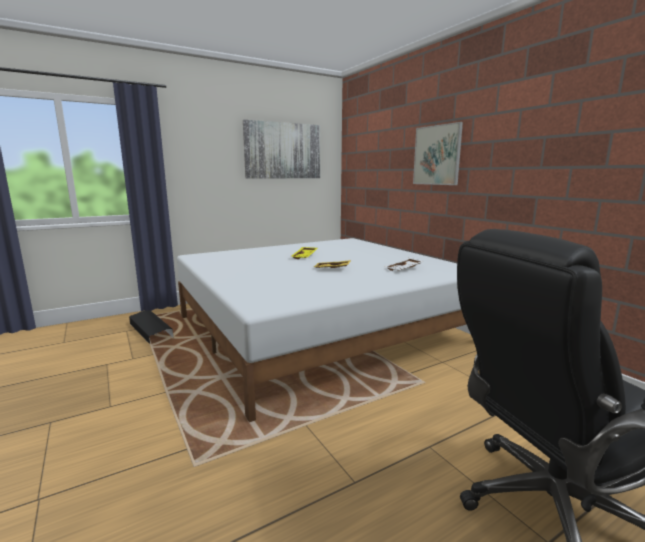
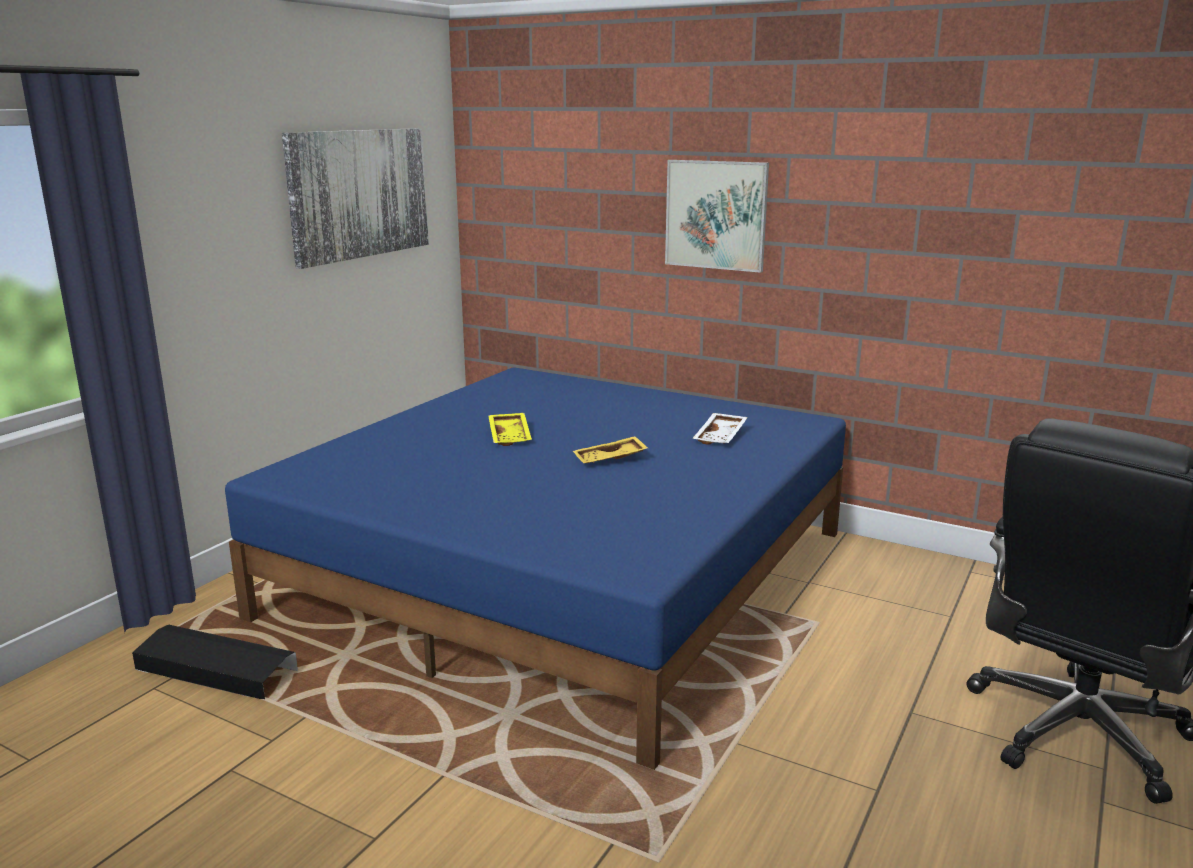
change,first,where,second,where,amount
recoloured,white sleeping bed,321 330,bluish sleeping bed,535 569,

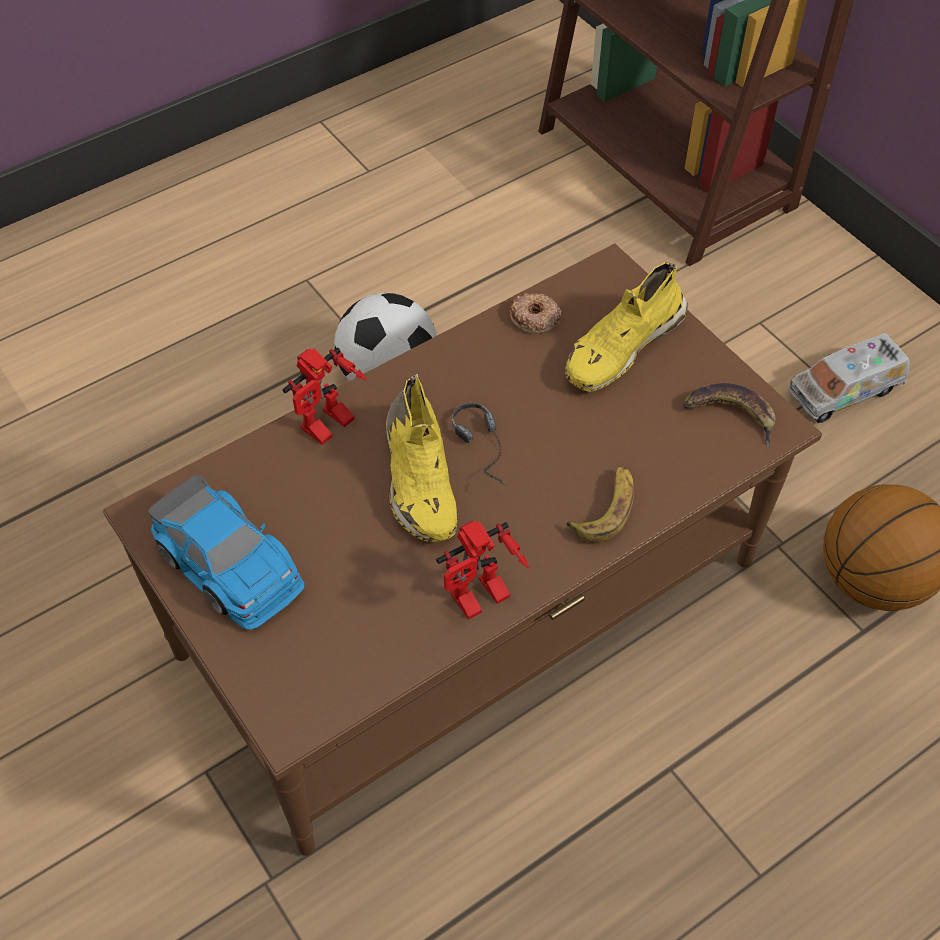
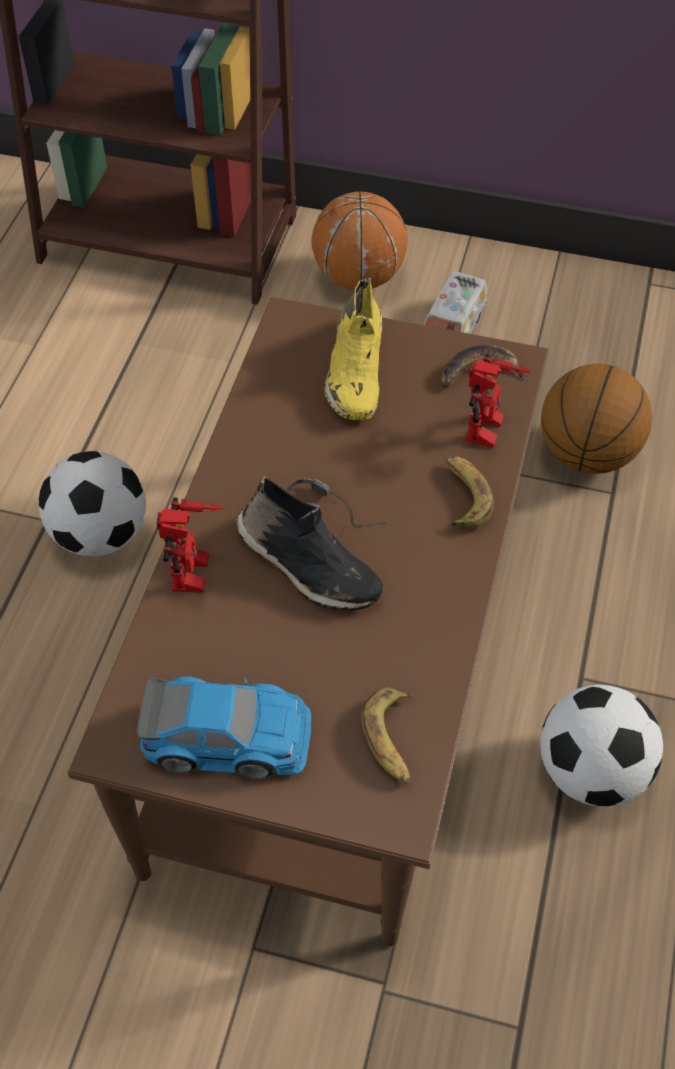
change,first,where,second,where,amount
recoloured,yellow-coloured shoe,421 458,black-coloured shoe,309 543,
added,,,ball for basketball,359 240,
added,,,whole banana,387 735,
moved,toy robot,482 570,,498 401,
added,,,football,601 746,
removed,doughnut,536 313,,,

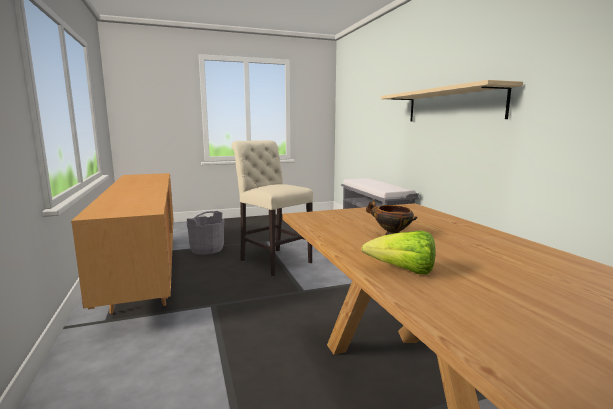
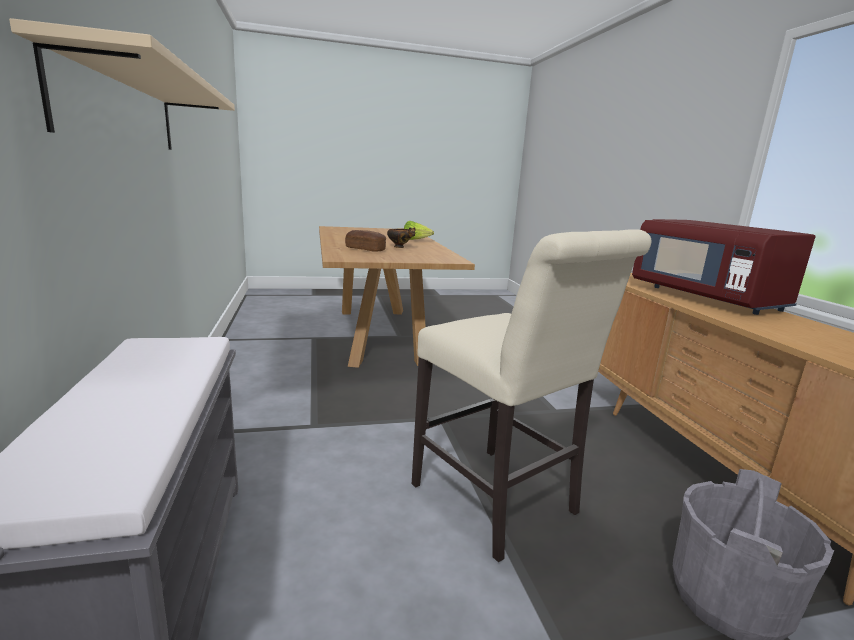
change,first,where,second,where,amount
added,,,bakery bread,365 241,
added,,,reddish kitchen microwave,724 267,

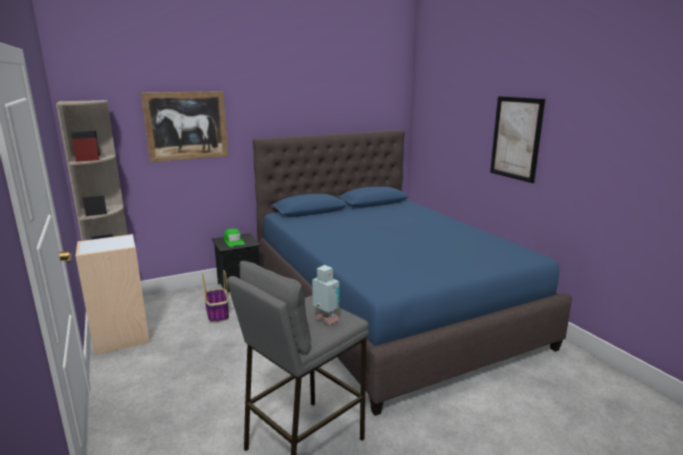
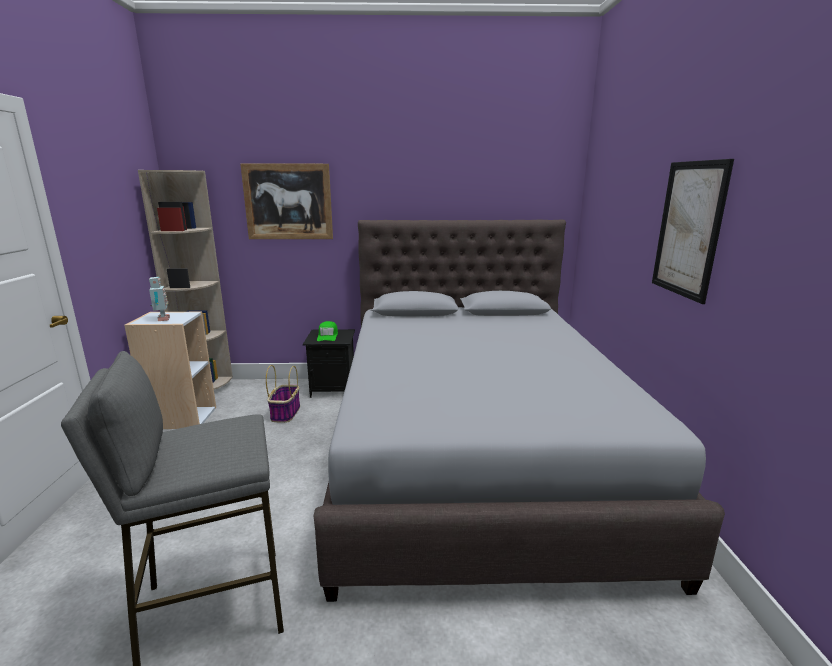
change,first,where,second,where,amount
moved,toy robot,325 295,,159 299,
recoloured,bluish sleeping bed,412 273,gray sleeping bed,519 411,

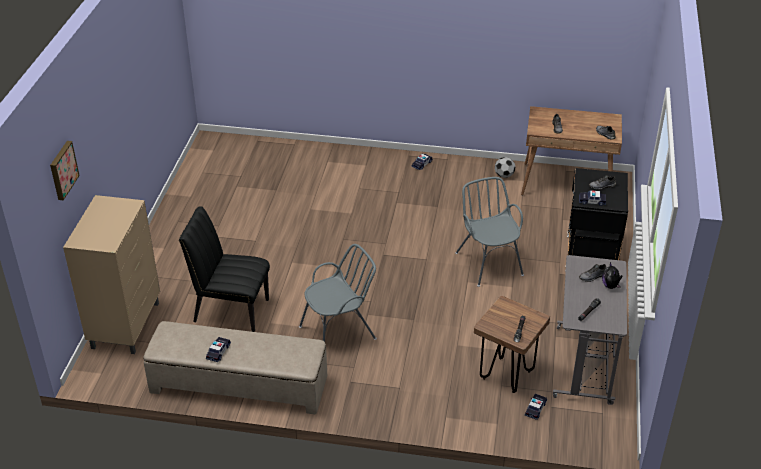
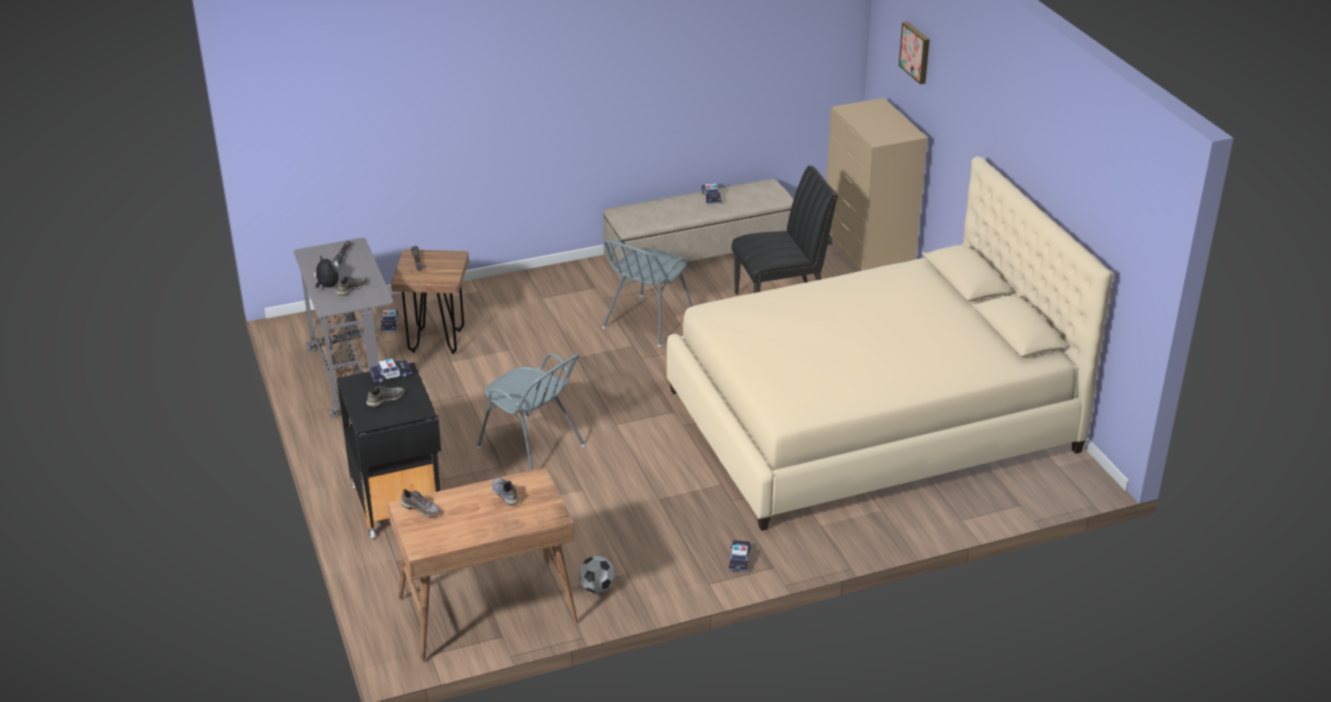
change,first,where,second,where,amount
added,,,beige sleeping bed,890 344,

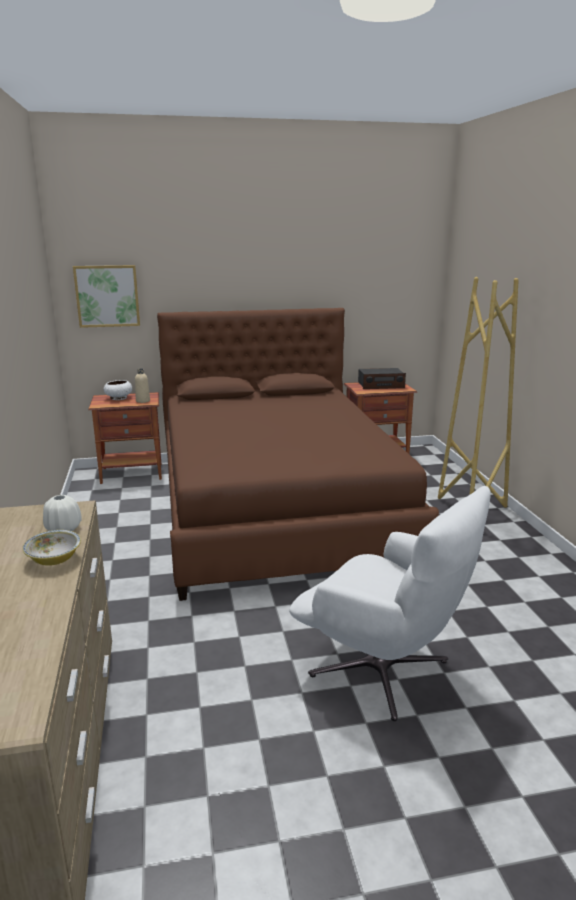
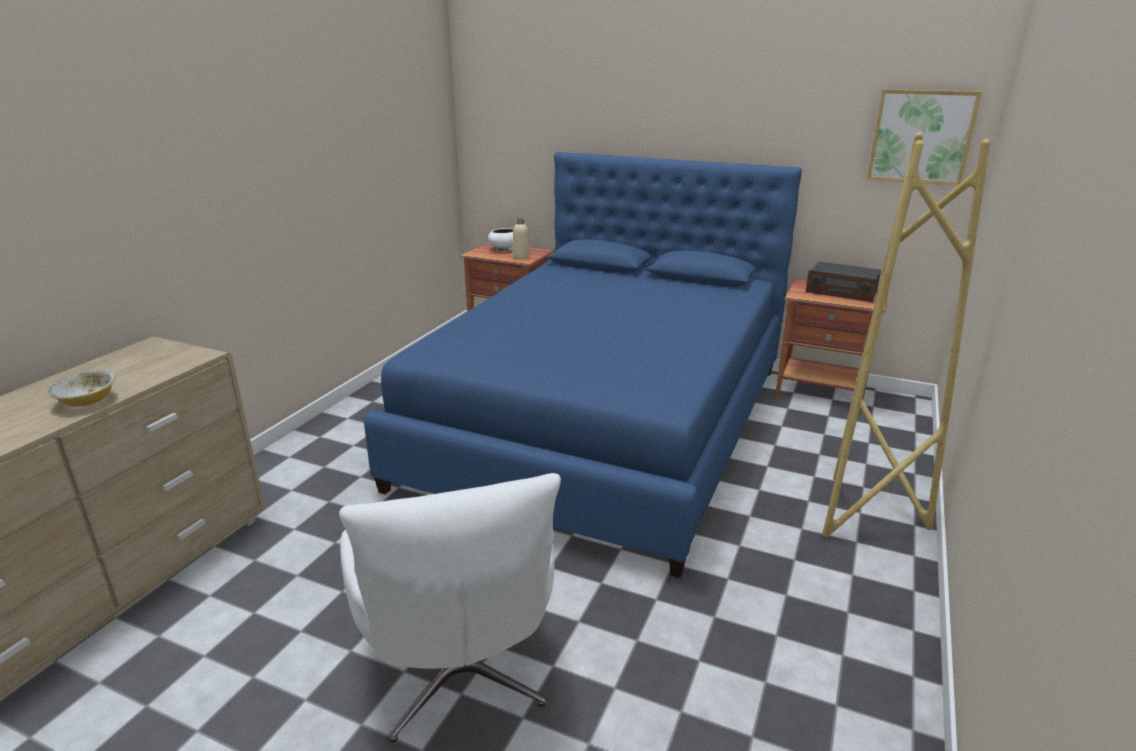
change,first,where,second,where,amount
recoloured,brown-coloured sleeping bed,298 454,bluish sleeping bed,582 365,
moved,wall art,106 296,,924 137,
removed,white decorative vase,62 513,,,

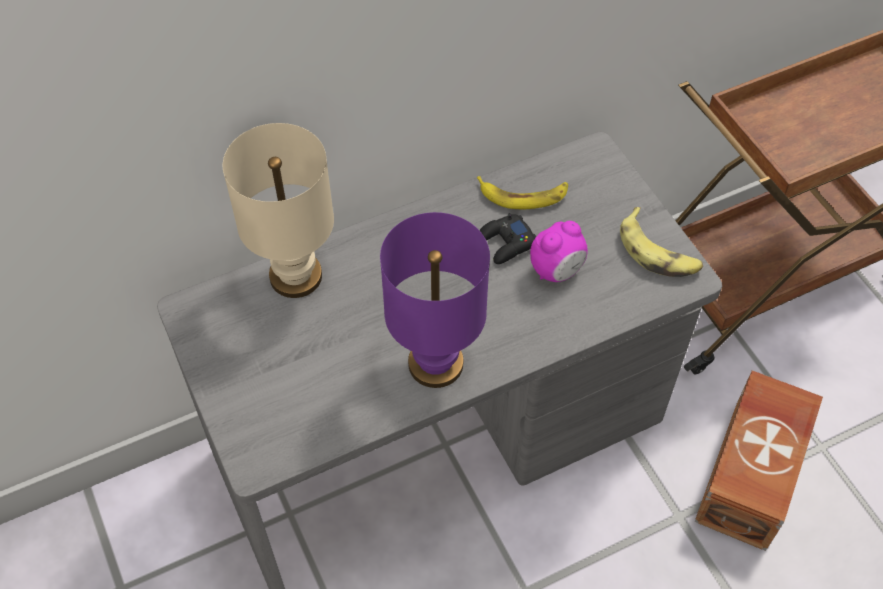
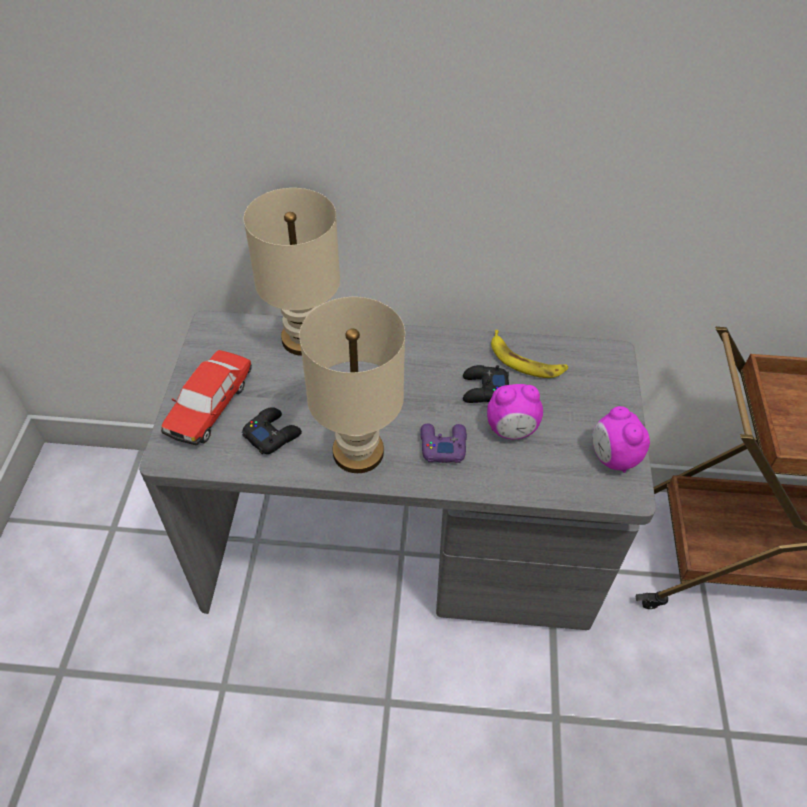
change,first,where,second,where,amount
added,,,toy car,206 397,
added,,,black-coloured gamepad,272 430,
recoloured,purple tabletop lamp,435 300,beige tabletop lamp,352 385,
added,,,purple gamepad,444 443,
replaced,whole banana,661 242,alarm clock,621 439,
removed,brown-coloured storage container,759 460,,,

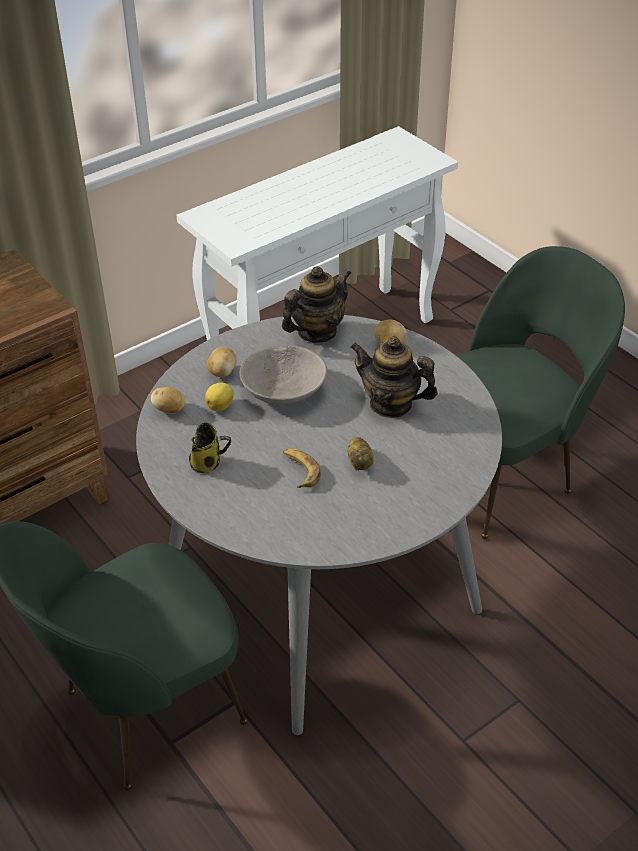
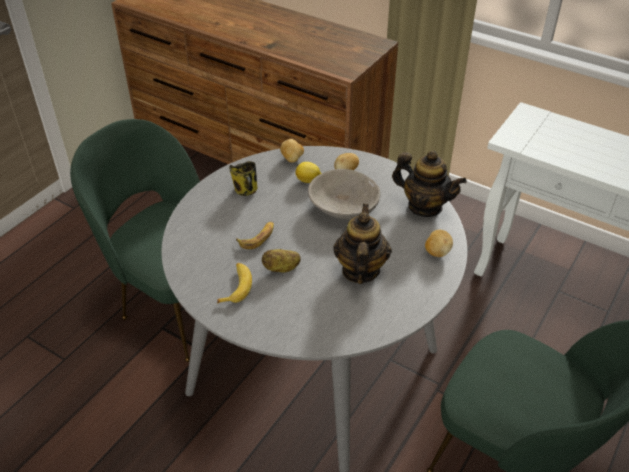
change,first,where,second,where,amount
added,,,whole banana,234 283,

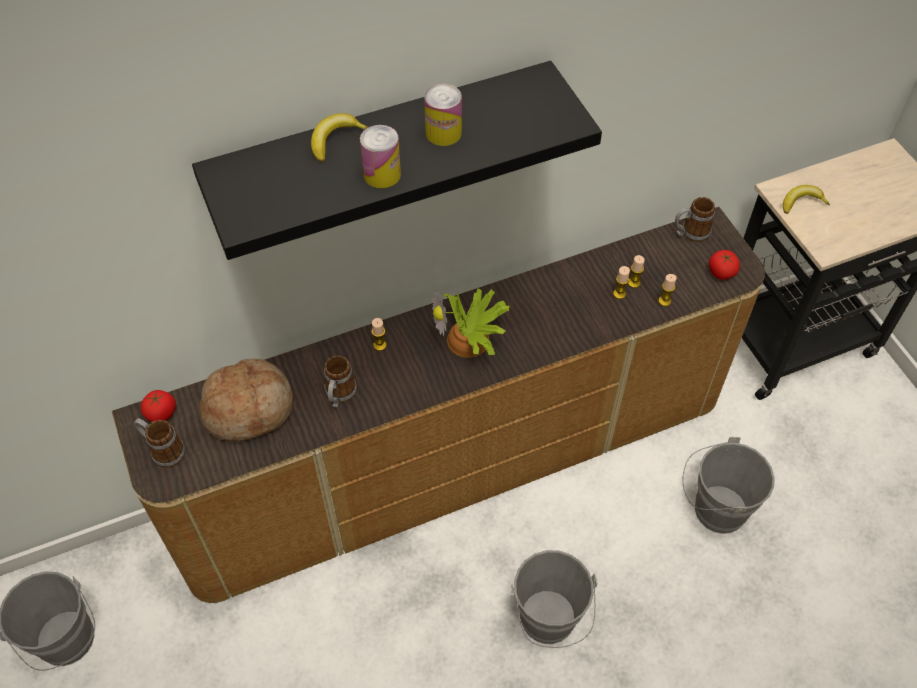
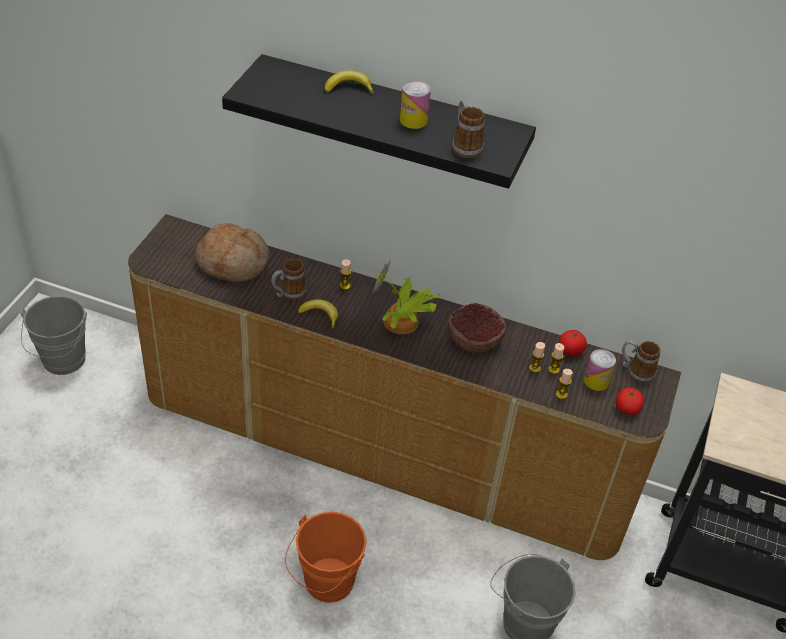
change,first,where,second,where,amount
recoloured,gray pail,554 599,orangey pail,326 557,
moved,whole banana,806 199,,318 313,
added,,,serving bowl,477 328,
moved,tea mug,159 443,,468 129,
moved,tomato,158 406,,573 343,
moved,metal can,380 156,,600 370,

